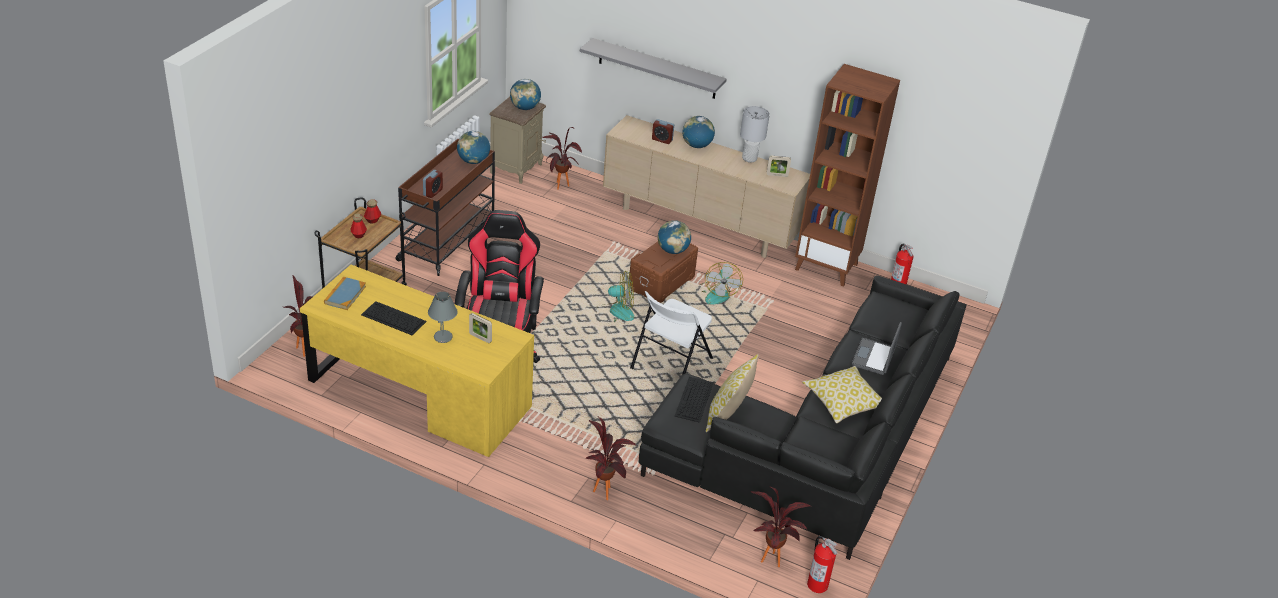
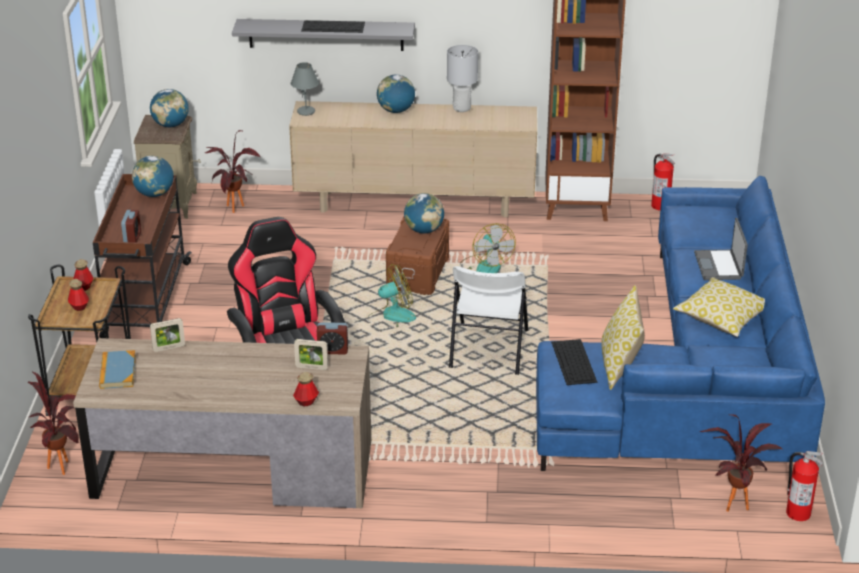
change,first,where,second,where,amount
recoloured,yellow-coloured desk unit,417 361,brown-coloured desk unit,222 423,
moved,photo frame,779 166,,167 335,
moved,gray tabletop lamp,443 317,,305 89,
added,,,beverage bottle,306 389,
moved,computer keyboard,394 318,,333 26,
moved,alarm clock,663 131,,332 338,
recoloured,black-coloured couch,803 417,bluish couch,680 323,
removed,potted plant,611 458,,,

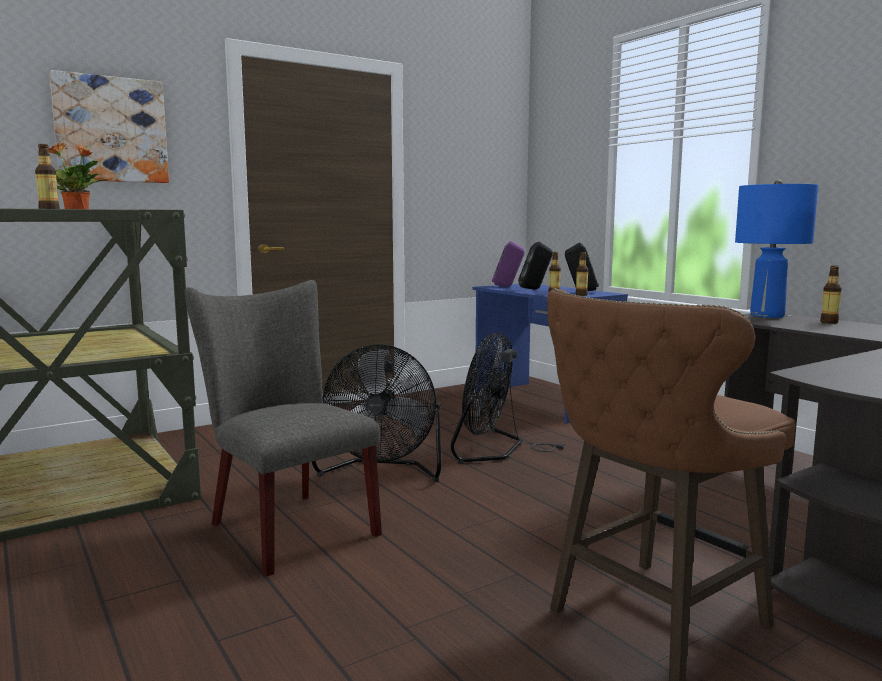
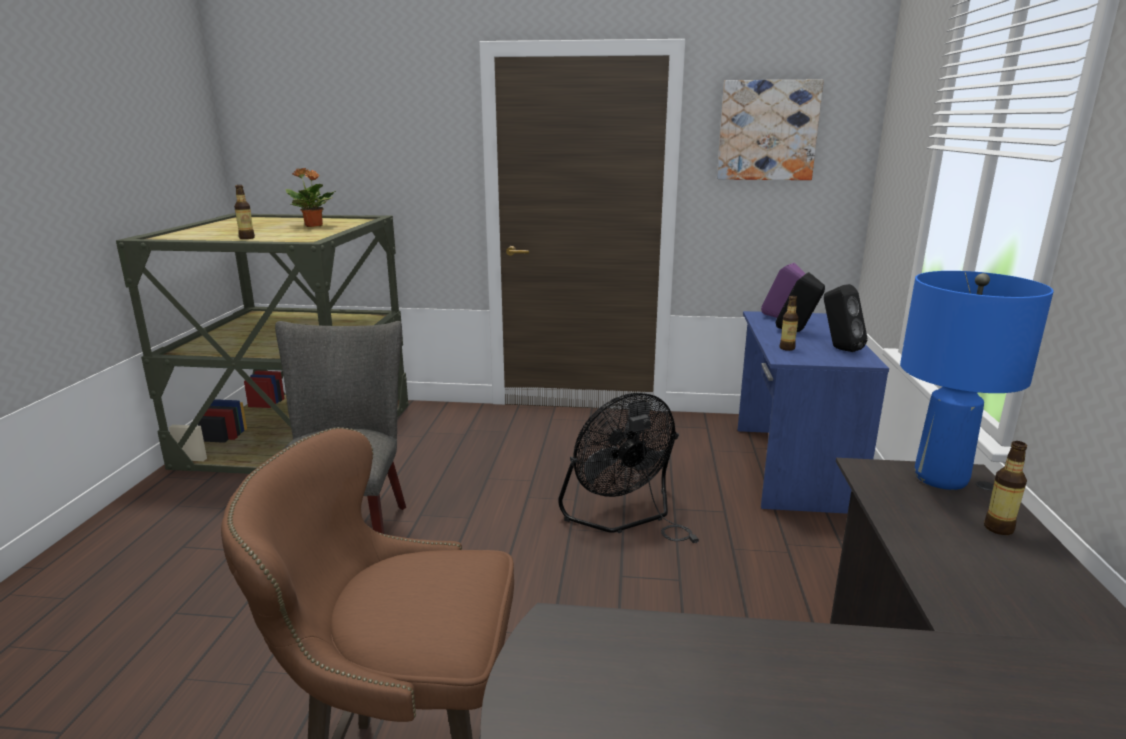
change,first,where,second,where,amount
moved,wall art,109 126,,770 130,
removed,black-coloured cooling fan,377 413,,,
removed,beverage bottle,581 274,,,

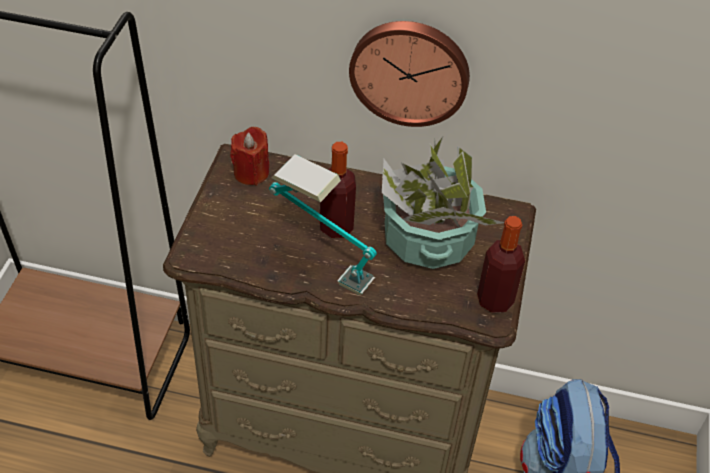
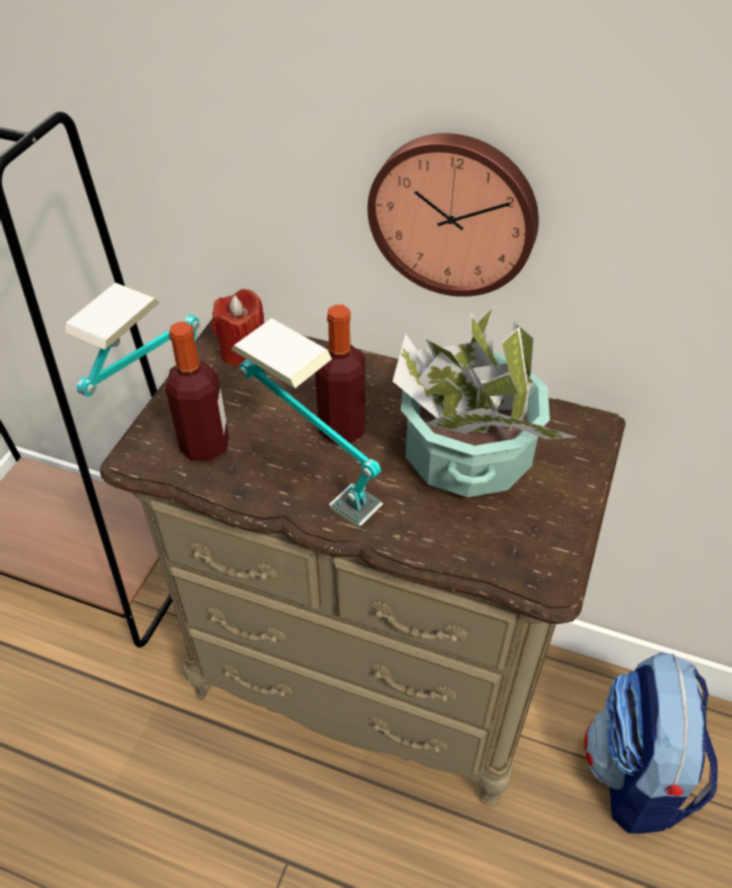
change,first,where,second,where,amount
added,,,tabletop lamp,140 340,
moved,beverage bottle,501 264,,197 392,

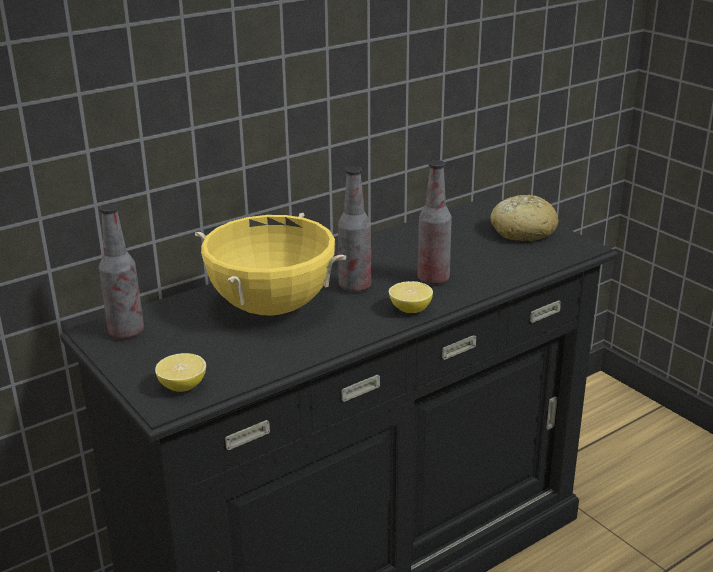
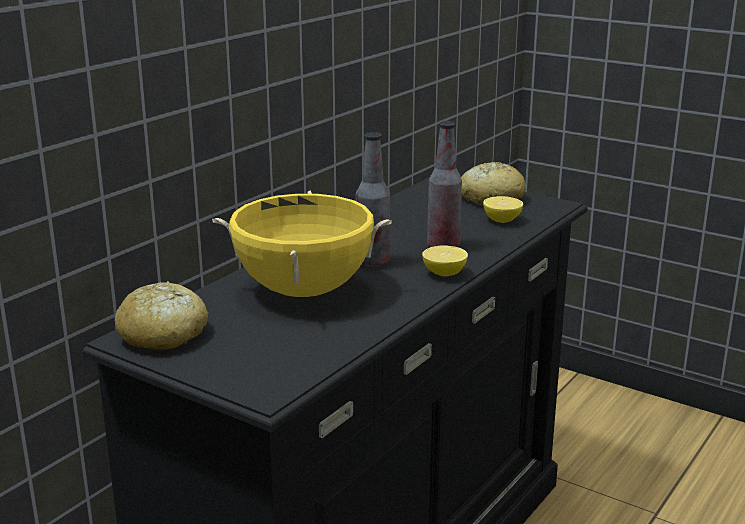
change,first,where,second,where,amount
replaced,beverage bottle,121 271,bakery bread,162 315,
moved,whole lemon,180 372,,503 209,

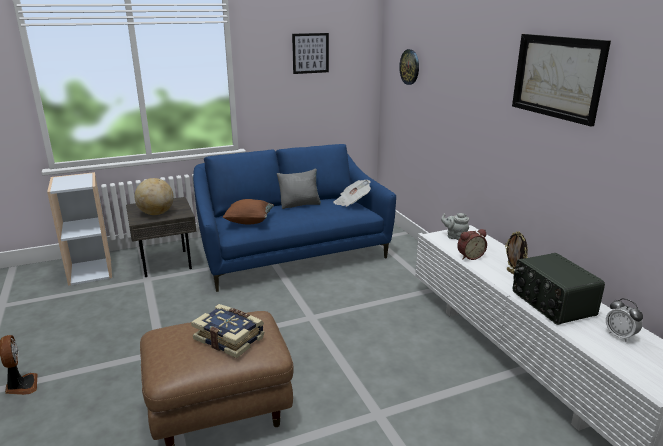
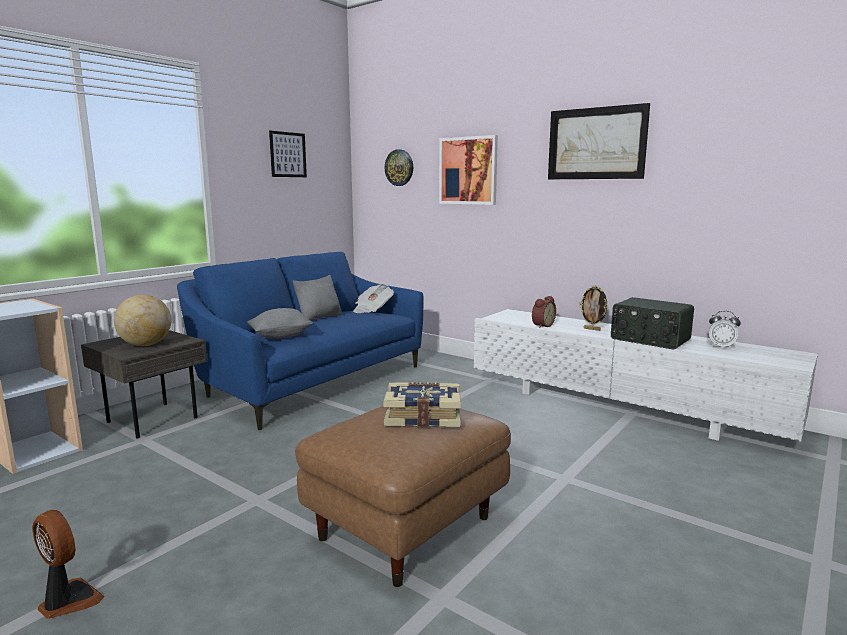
change,first,where,second,where,amount
recoloured,brown-coloured cushion,248 211,gray cushion,280 323,
added,,,wall art,468 170,
removed,gray teapot,455 226,,,

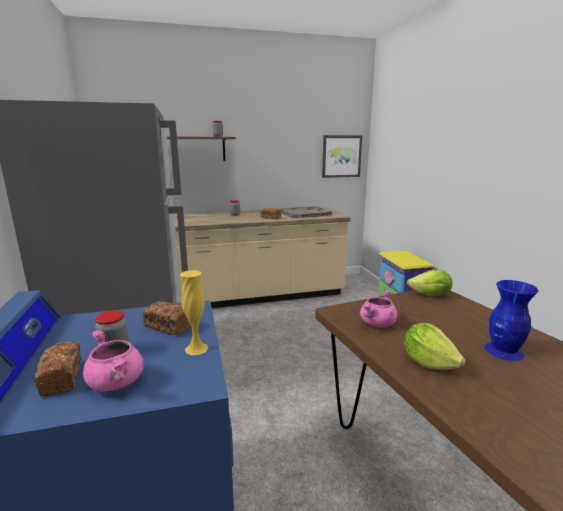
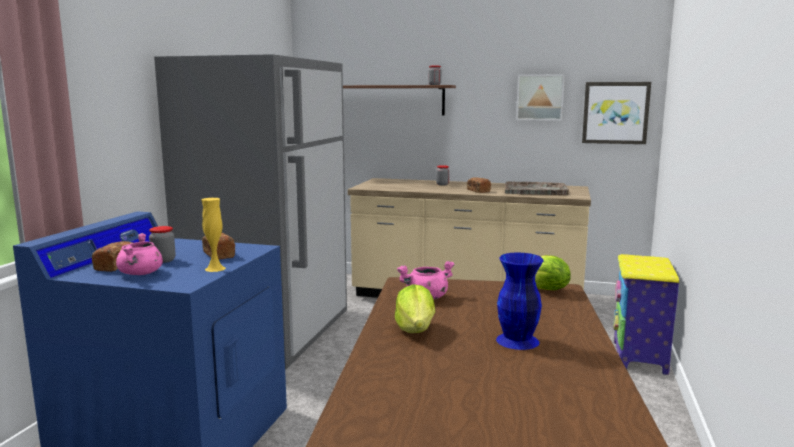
change,first,where,second,where,amount
added,,,wall art,540 97,

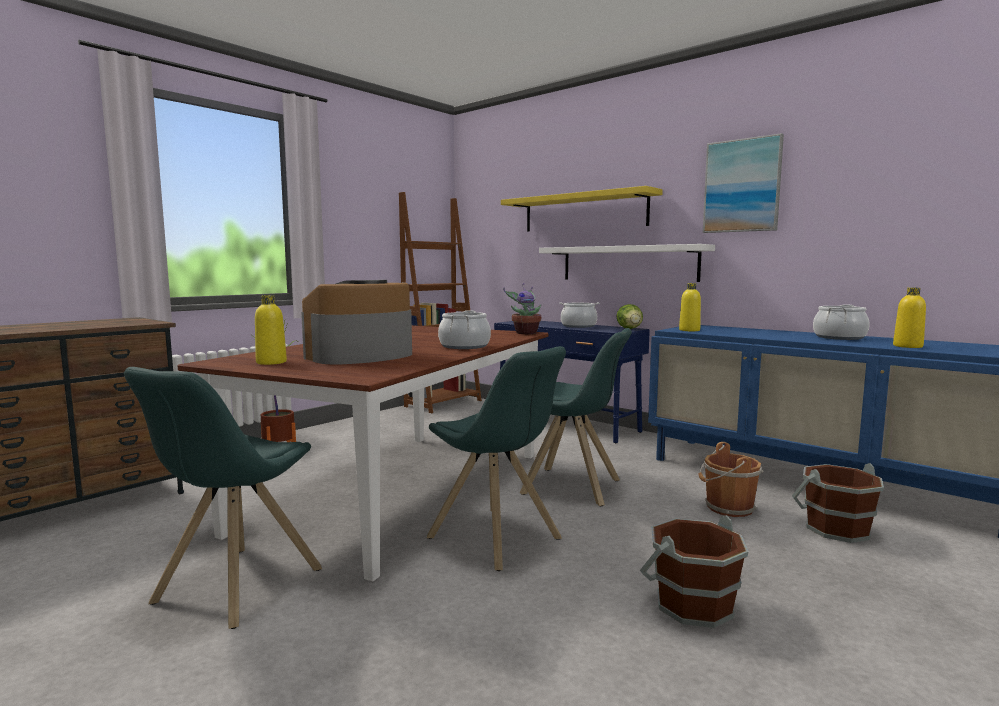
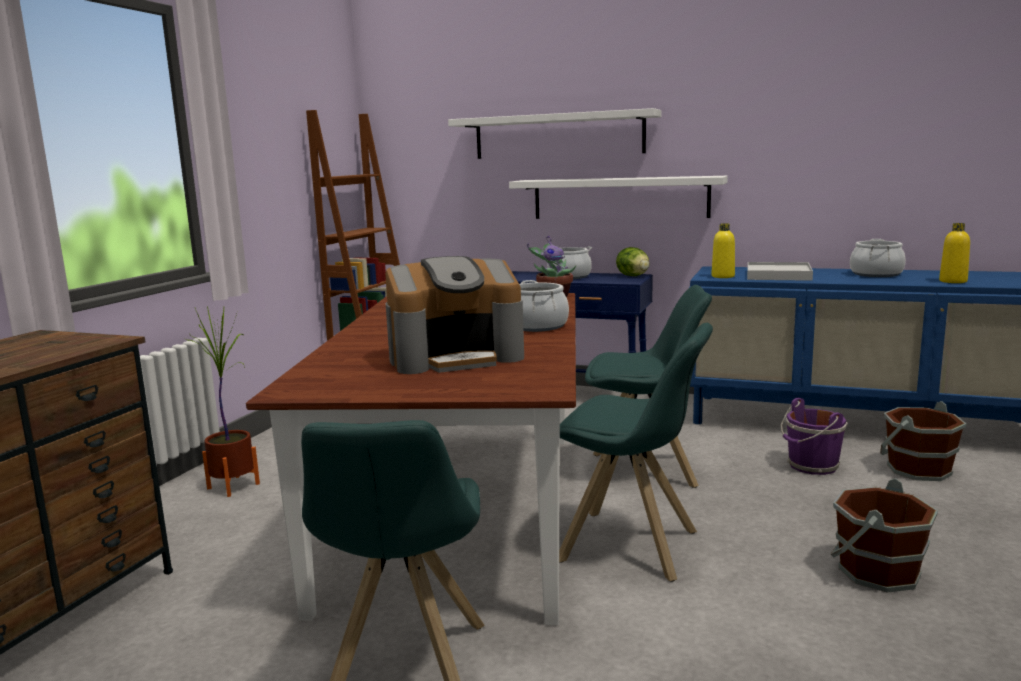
change,first,where,second,where,amount
turned,coffee maker,356 322,,454 315,135 degrees counterclockwise
recoloured,yellow-coloured wall shelf,582 209,white wall shelf,555 133,
added,,,white carrying tray,780 271,
recoloured,brown-coloured pail,731 479,purple pail,814 436,
removed,yellow-coloured beverage bottle,271 330,,,
removed,wall art,743 183,,,

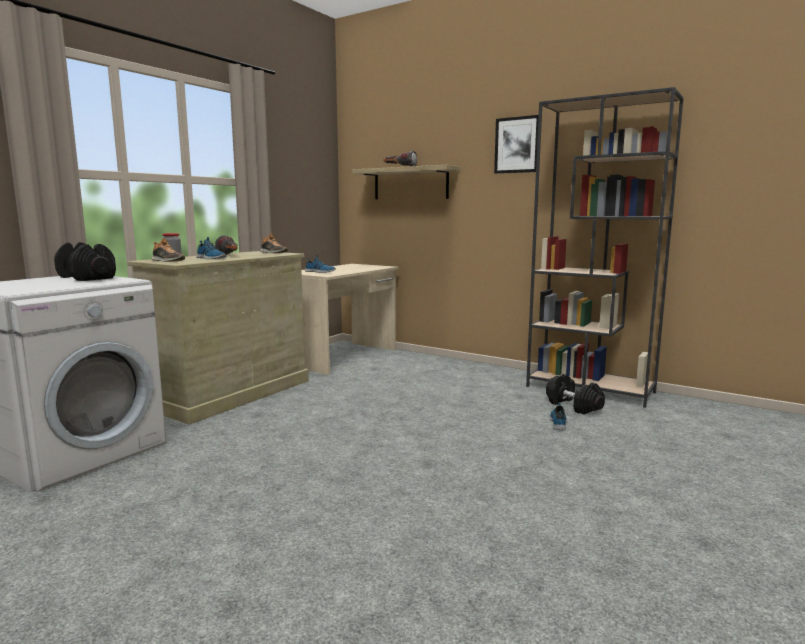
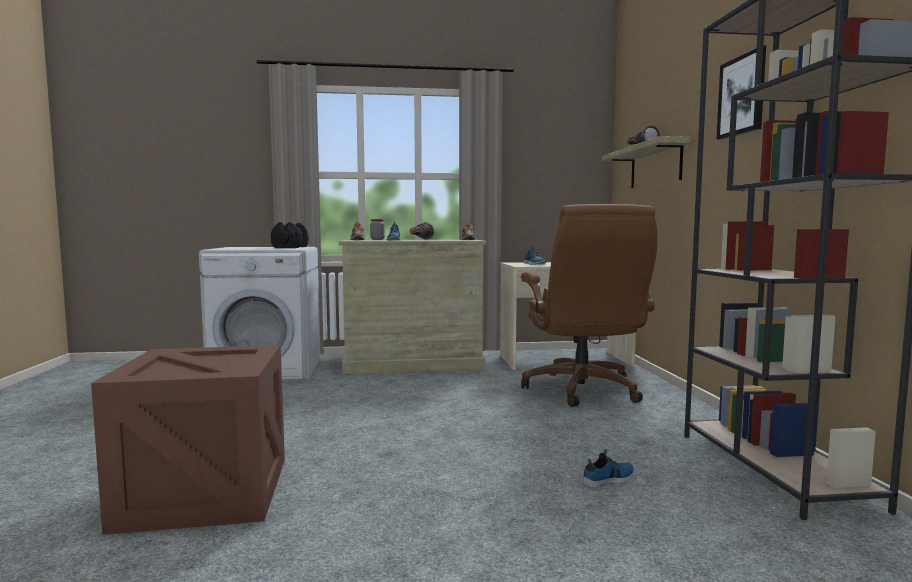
change,first,where,second,where,amount
added,,,crate,188 440,
added,,,brown-coloured computer chair,589 305,
removed,black-coloured hand weight,575 394,,,

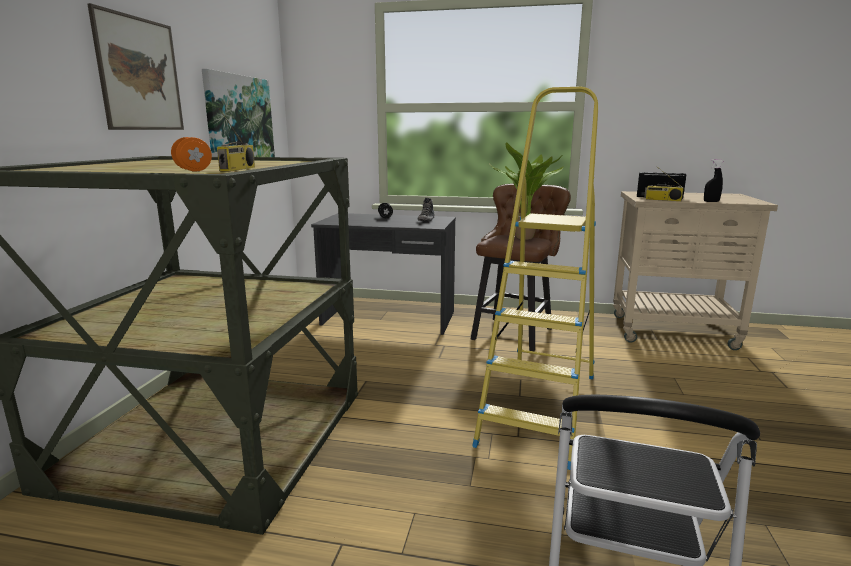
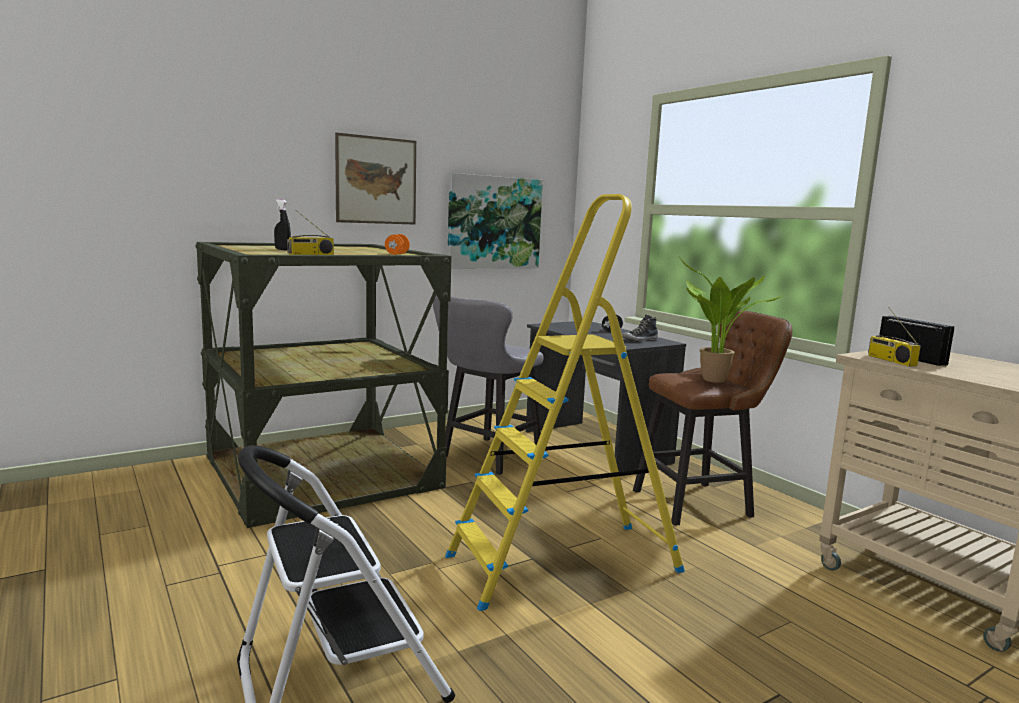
change,first,where,second,where,amount
moved,black-coloured hand sprayer,713 180,,282 224,
moved,orangey hand weight,191 154,,397 244,
added,,,gray stool seat,488 385,

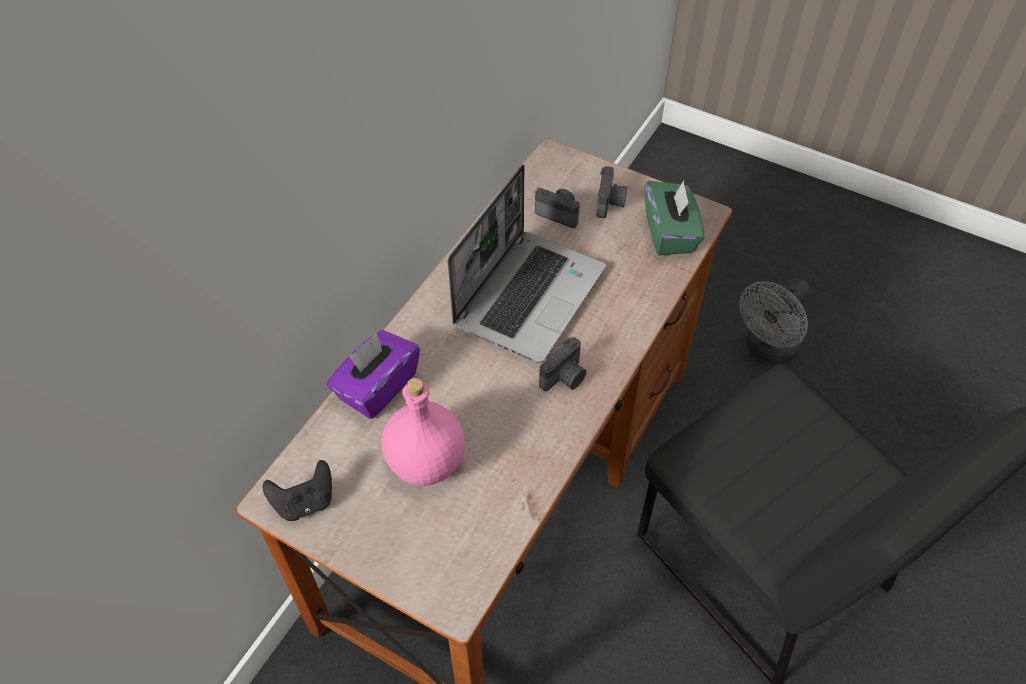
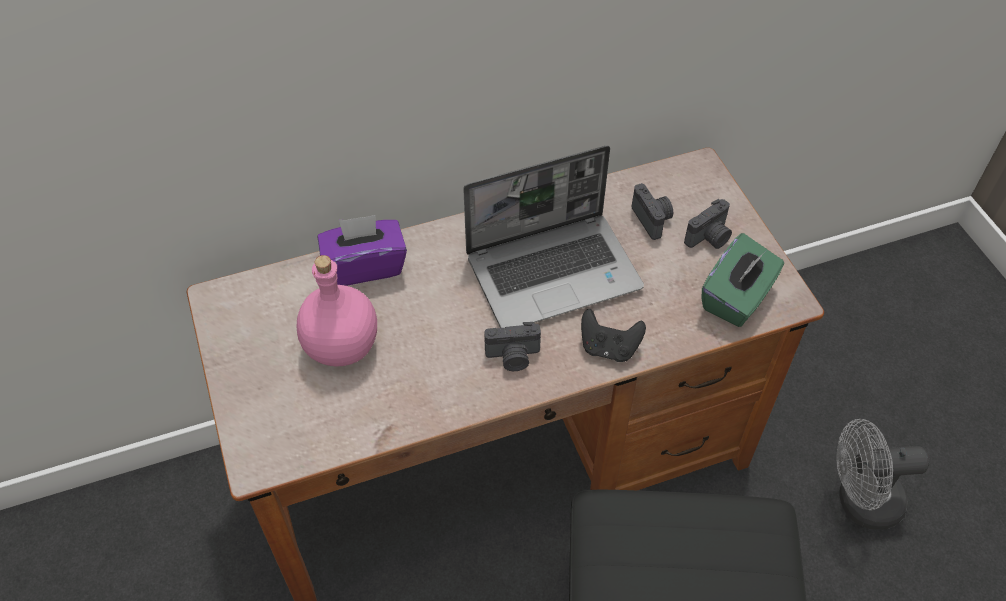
change,first,where,second,where,amount
moved,black-coloured gamepad,297 490,,613 335,

